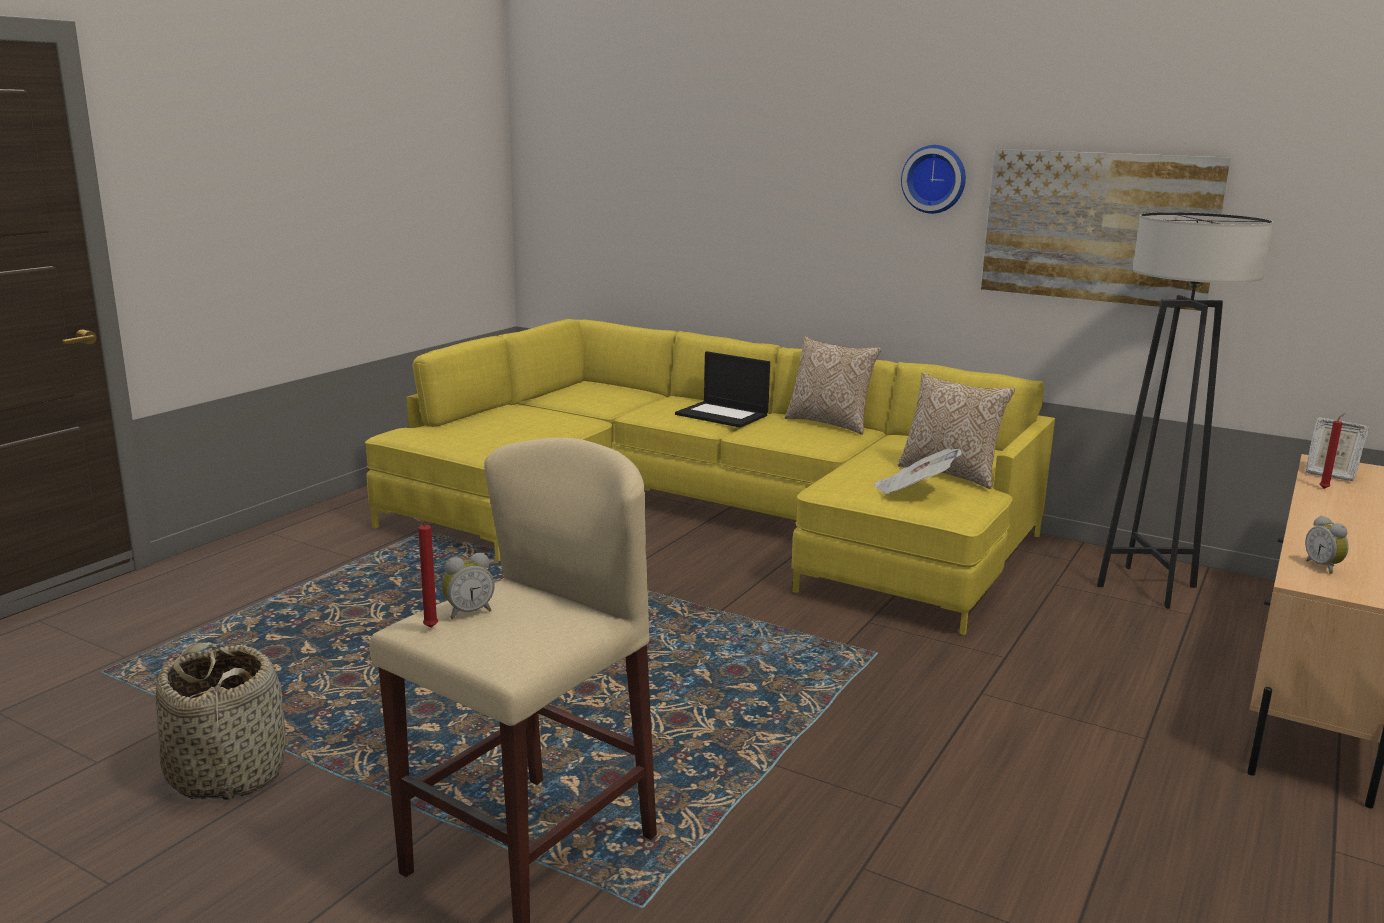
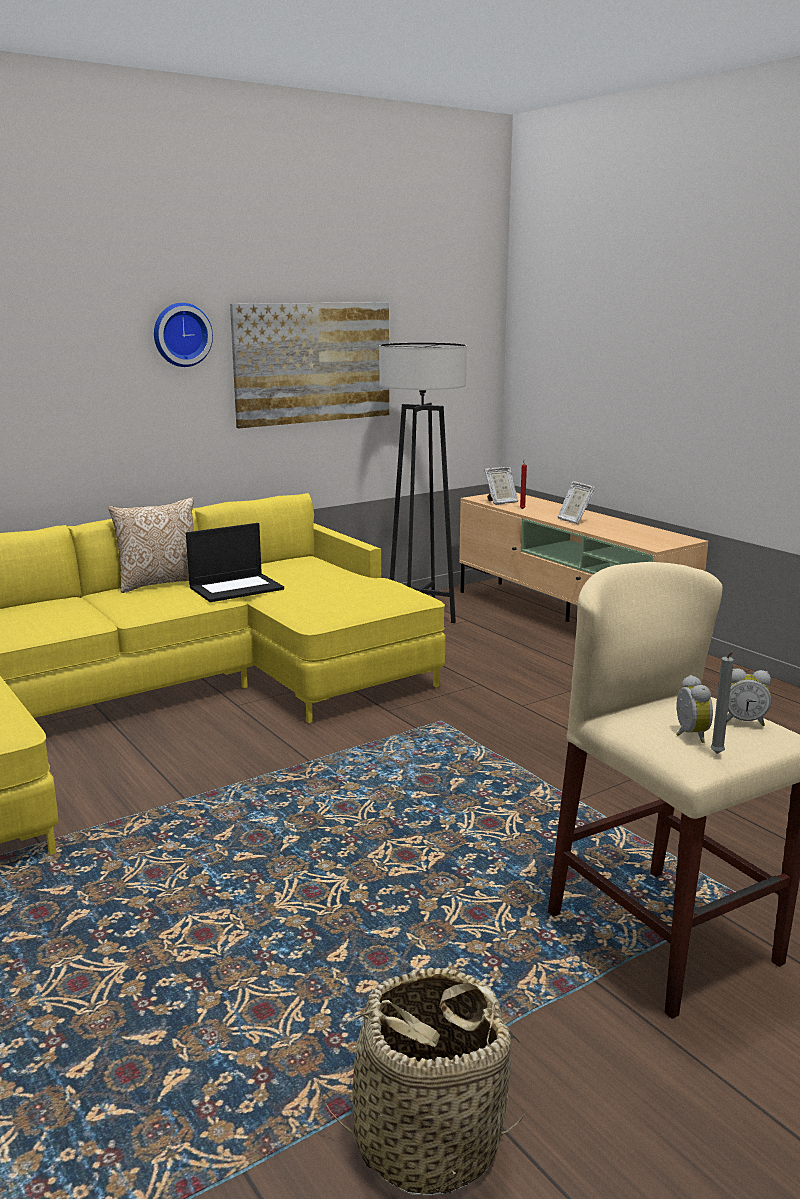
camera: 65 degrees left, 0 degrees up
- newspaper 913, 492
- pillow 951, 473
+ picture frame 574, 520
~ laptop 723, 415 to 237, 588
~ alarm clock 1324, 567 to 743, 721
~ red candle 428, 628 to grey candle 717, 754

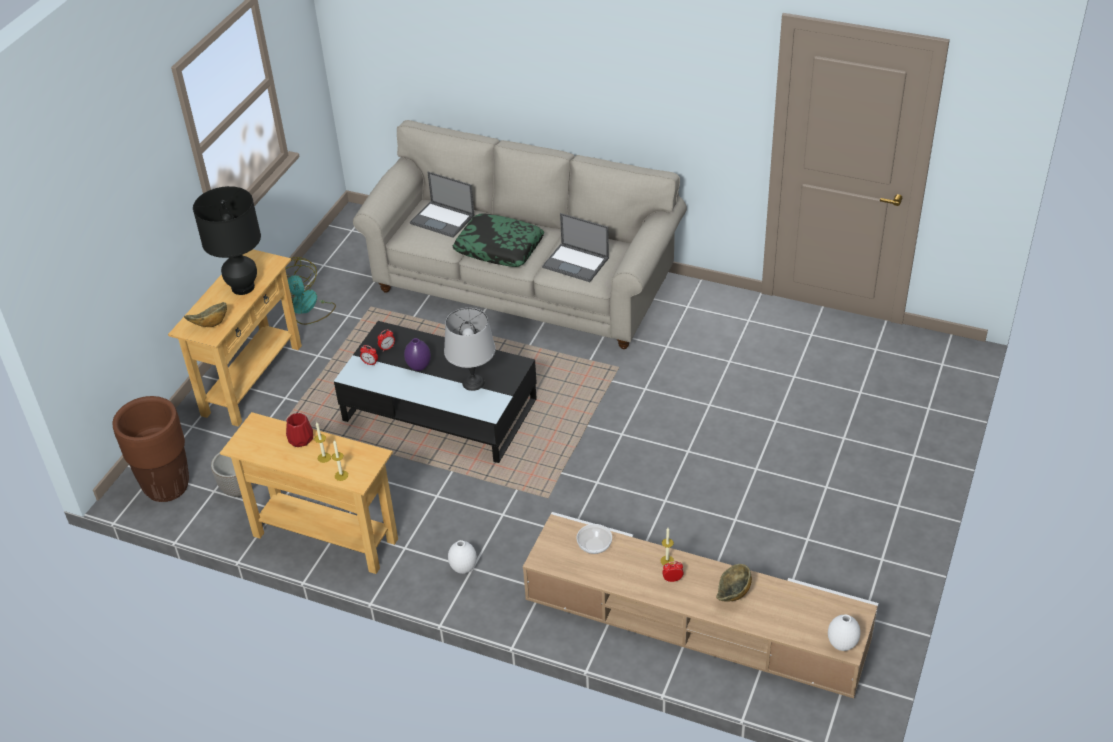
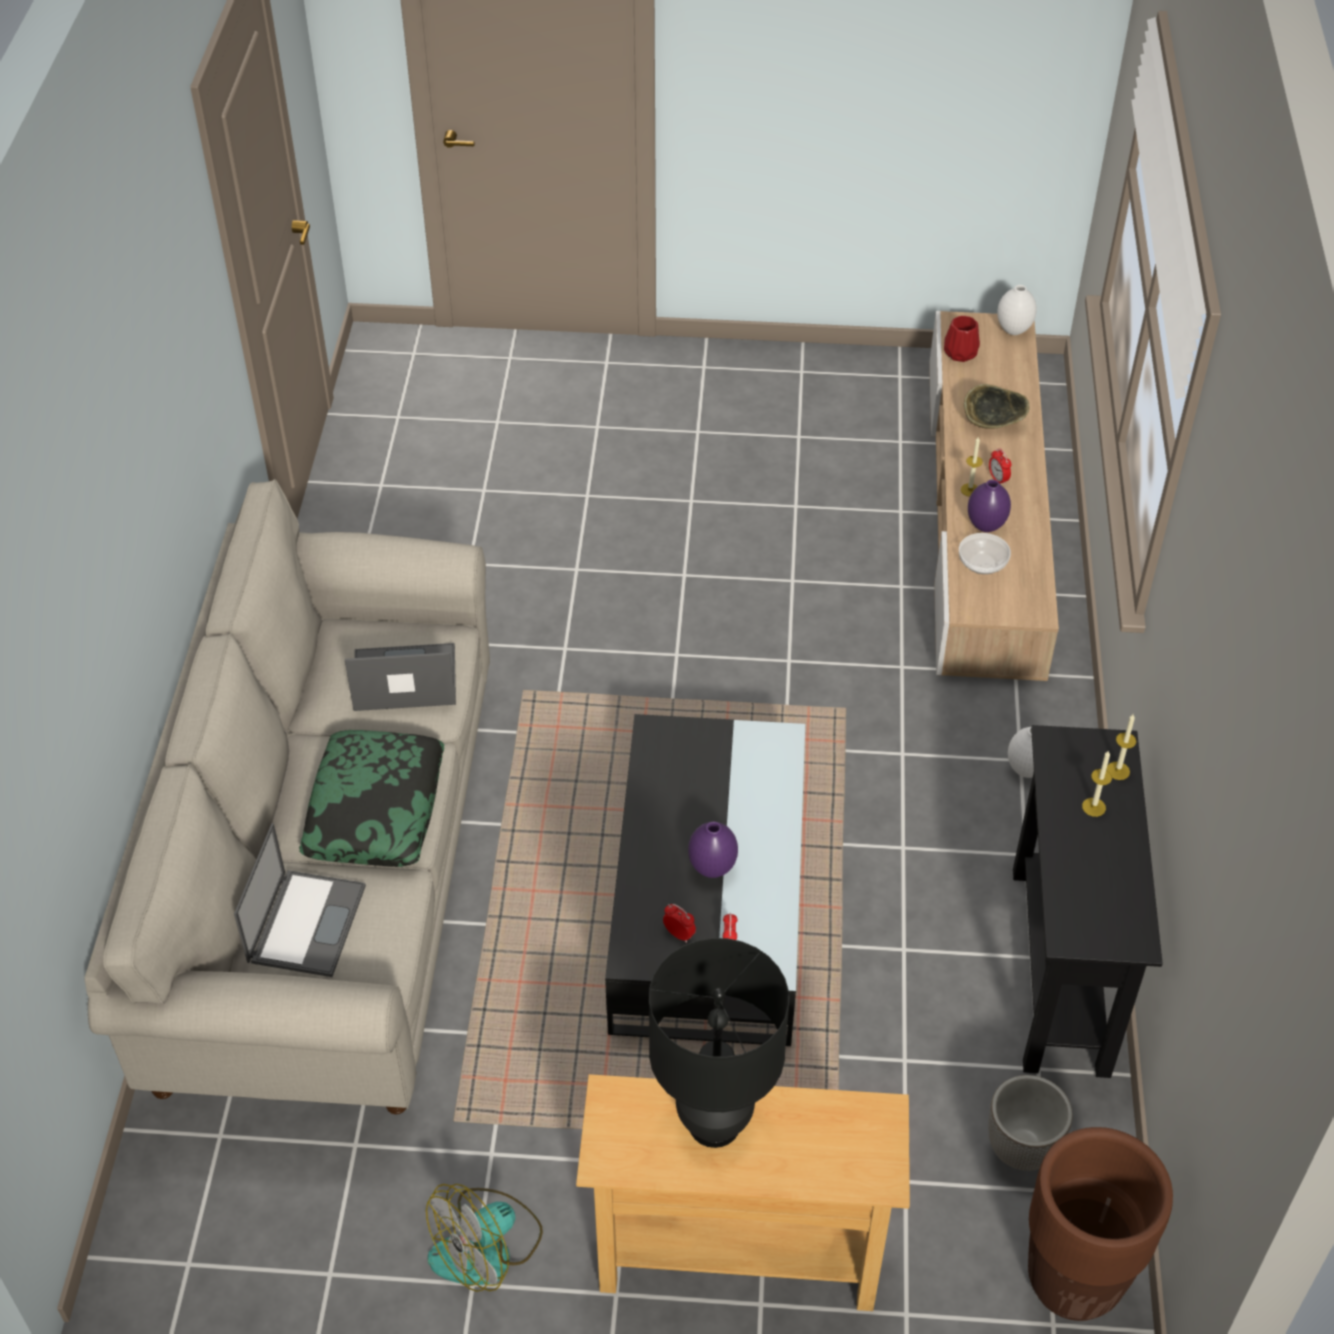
camera: 110 degrees left, 5 degrees up
- bowl 210, 324
- grey table lamp 473, 382
+ purple vase 986, 526
~ red vase 301, 440 to 961, 353
~ beige console table 325, 537 to black console table 1059, 969
~ laptop 576, 263 = 403, 679 105 degrees counterclockwise

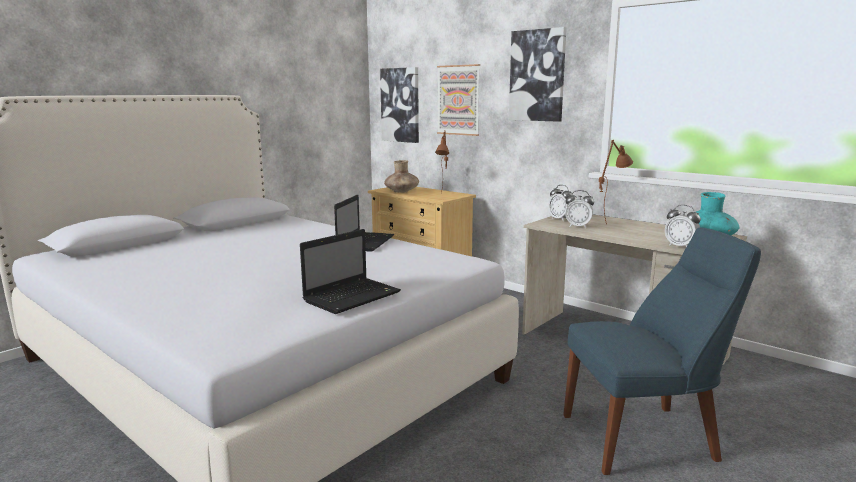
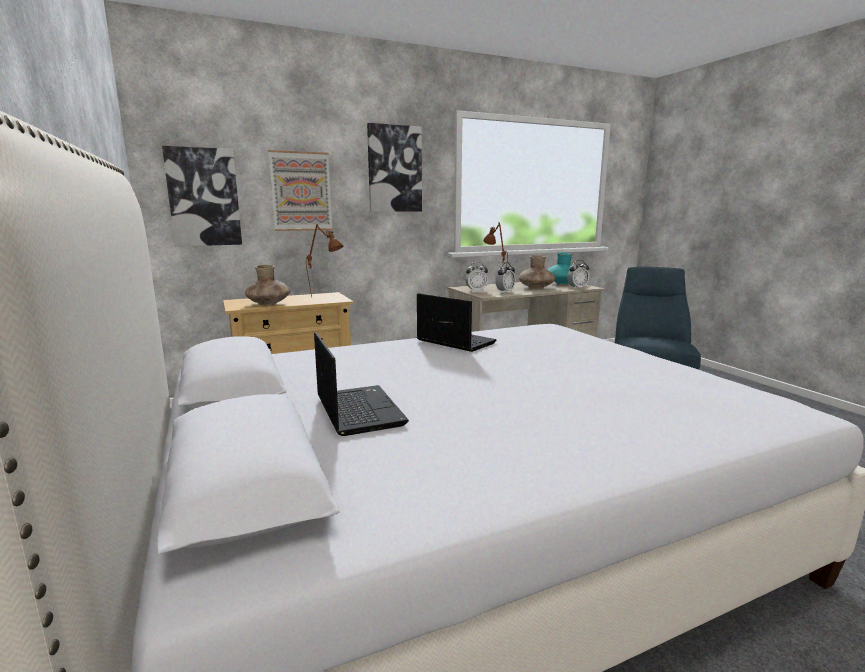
camera: 65 degrees left, 0 degrees up
+ brown vase 536, 287
~ laptop 353, 296 to 358, 410

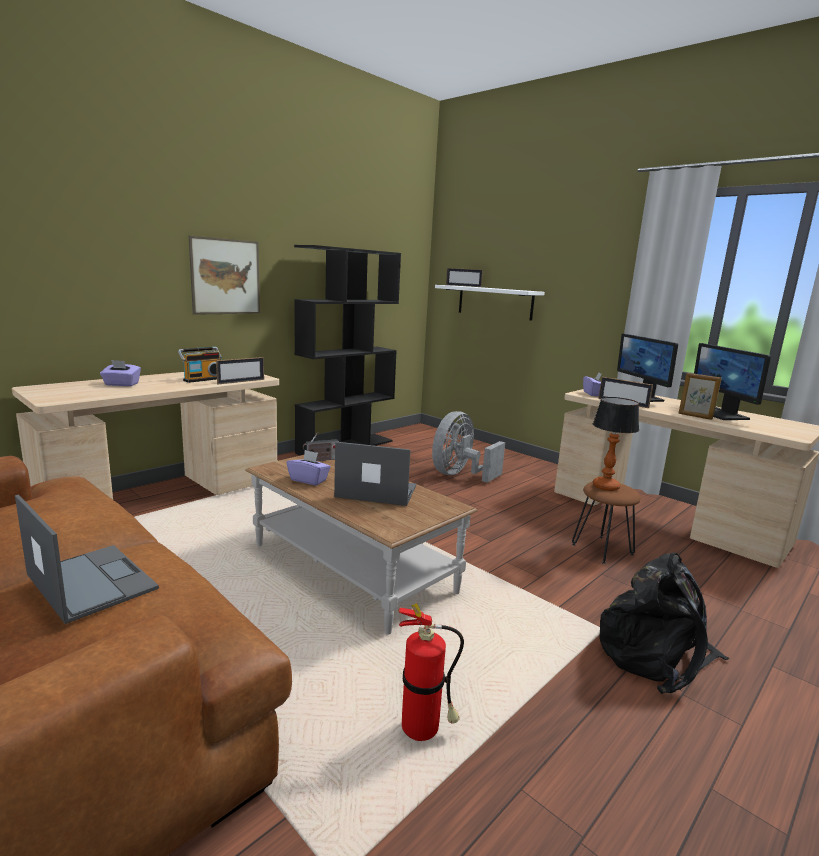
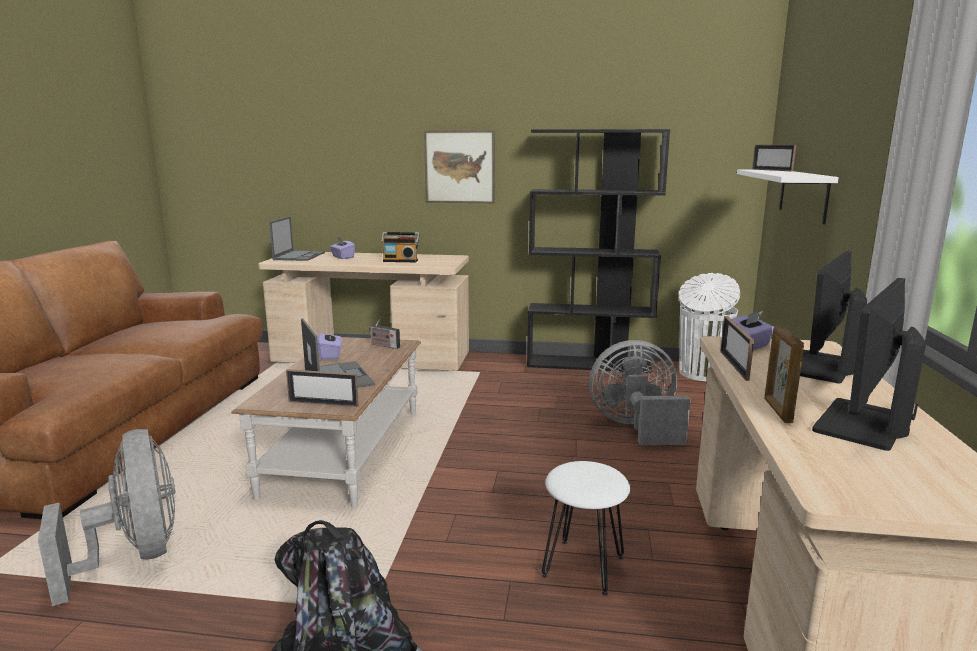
camera: 55 degrees right, 0 degrees up
- table lamp 606, 486
+ white trash can 701, 374
~ laptop 90, 581 to 299, 256
~ picture frame 241, 381 to 323, 403
~ fire extinguisher 424, 732 to grey fan 135, 556
~ brown stool 601, 549 to white stool 582, 566

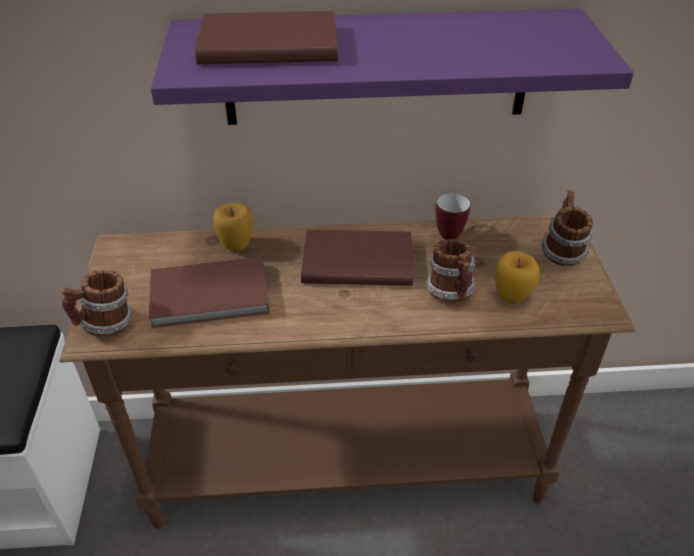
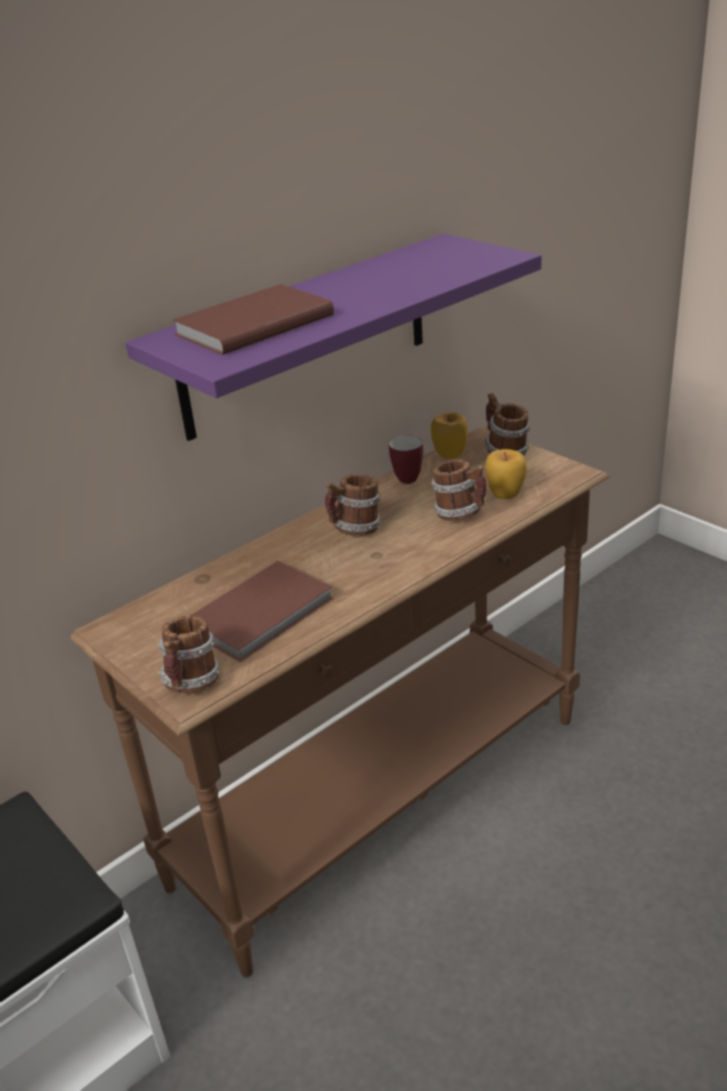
camera: 35 degrees left, 10 degrees down
~ apple 236, 244 to 450, 454
~ brown book 356, 260 to mug 355, 530

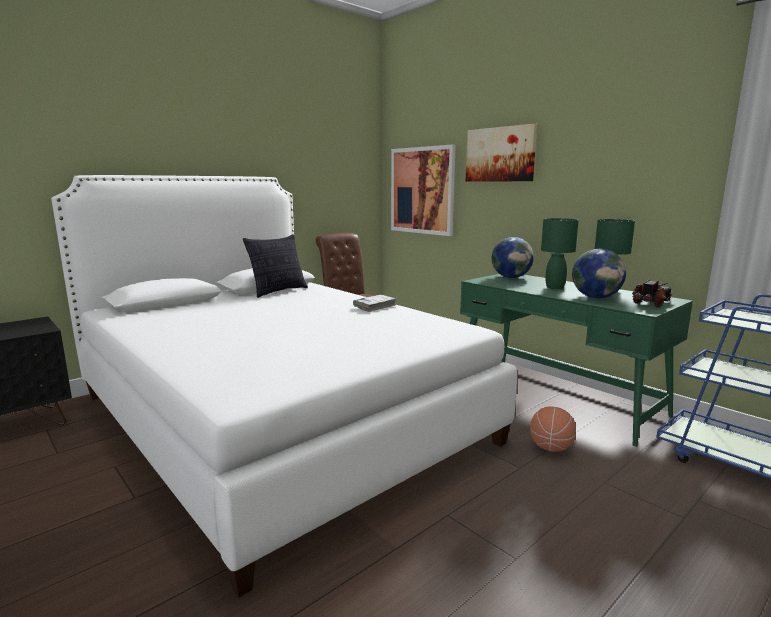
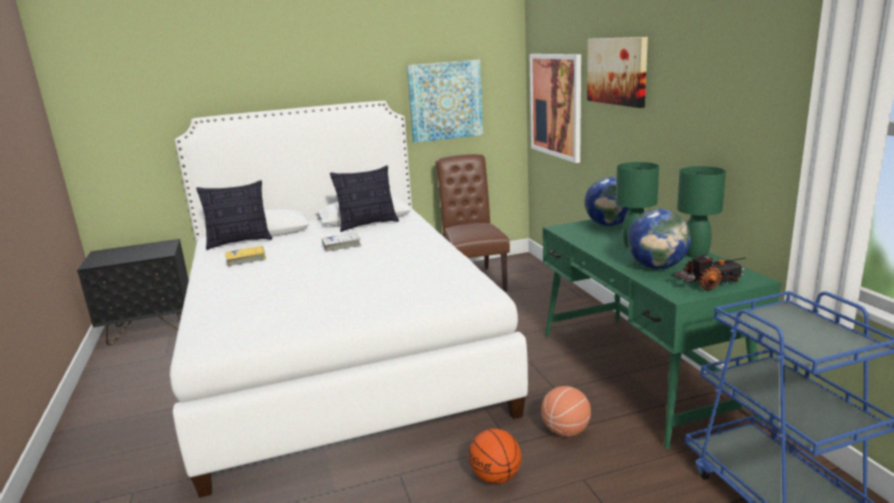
camera: 25 degrees right, 5 degrees up
+ pillow 239, 242
+ yellow book 246, 259
+ picture 445, 101
+ basketball 496, 477
~ white book 374, 307 to 341, 245

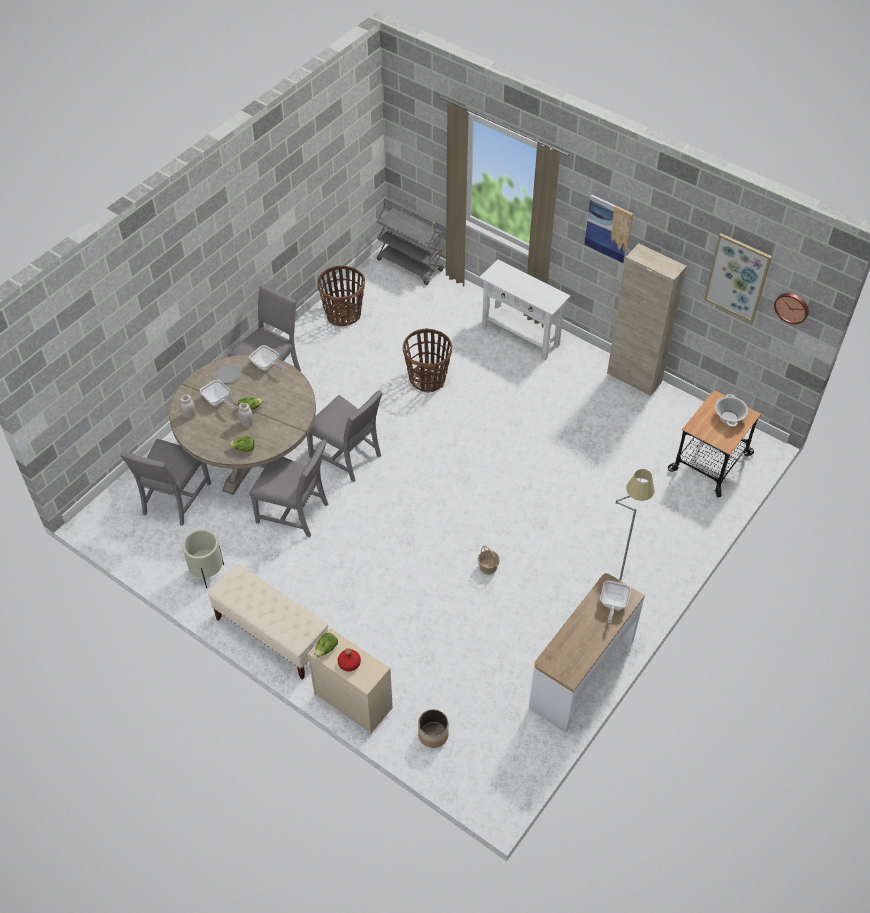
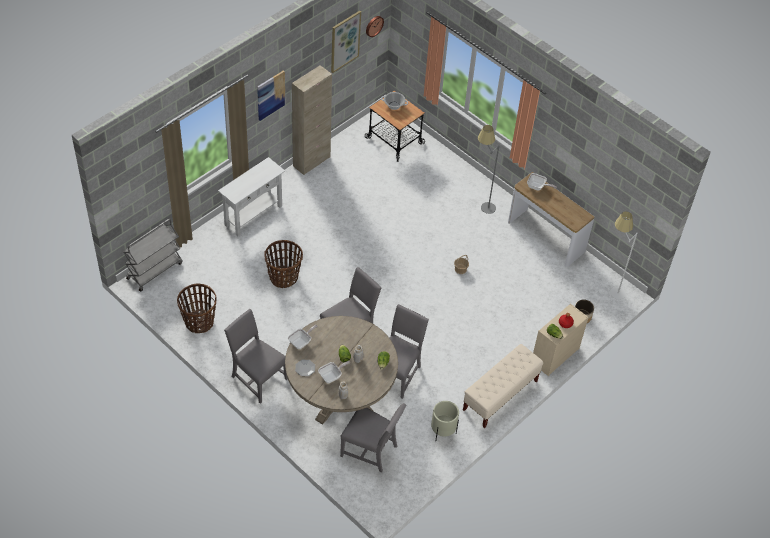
camera: 85 degrees left, 0 degrees up
+ white floor lamp 610, 290

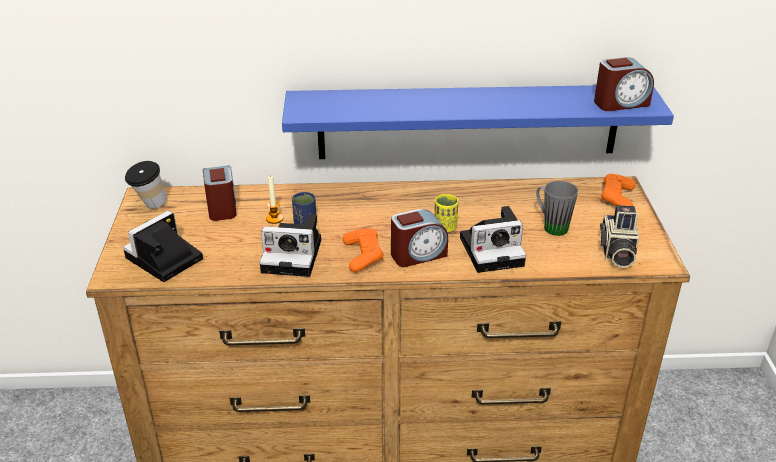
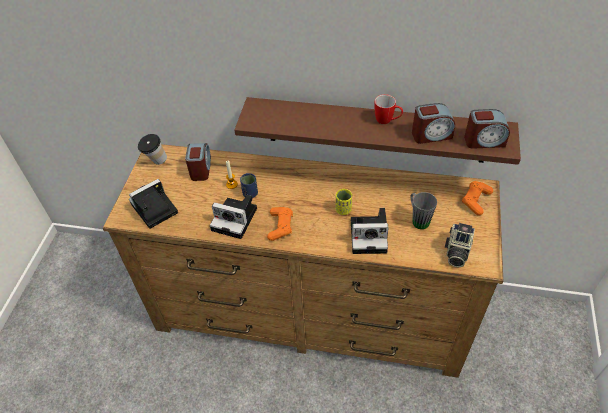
camera: 15 degrees right, 15 degrees up
+ mug 387, 121
~ alarm clock 418, 254 to 431, 135
~ blue shelf 468, 122 to brown shelf 376, 130

